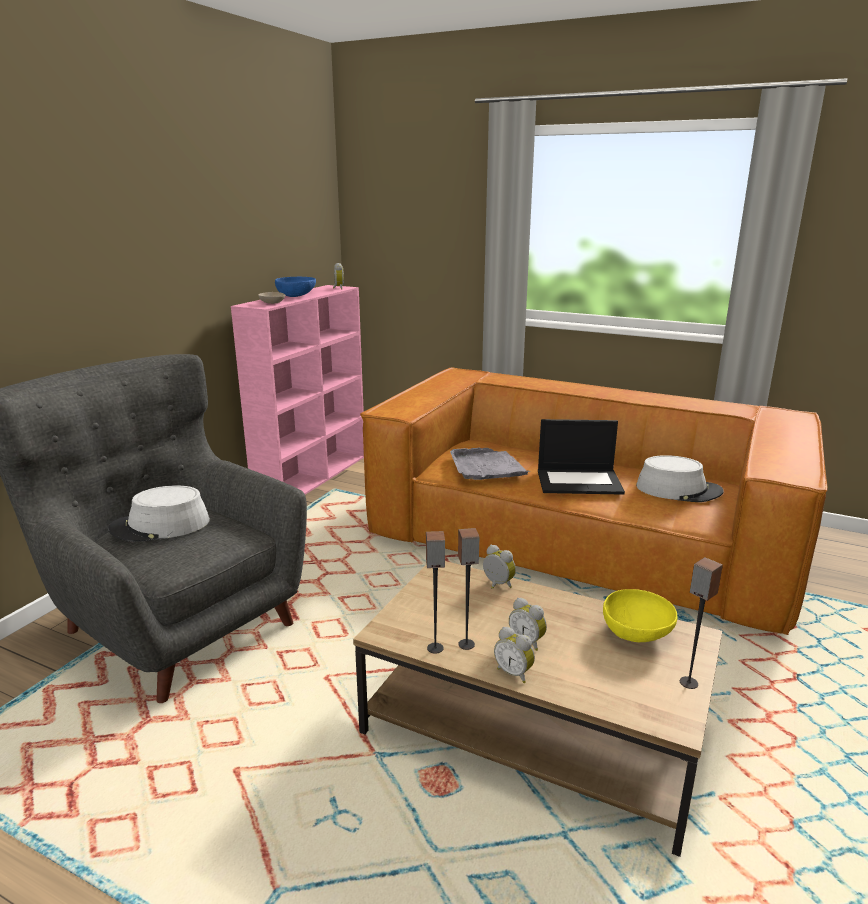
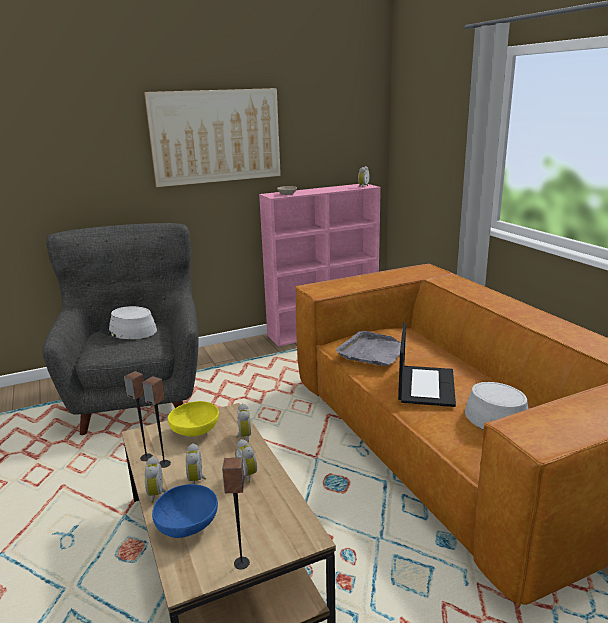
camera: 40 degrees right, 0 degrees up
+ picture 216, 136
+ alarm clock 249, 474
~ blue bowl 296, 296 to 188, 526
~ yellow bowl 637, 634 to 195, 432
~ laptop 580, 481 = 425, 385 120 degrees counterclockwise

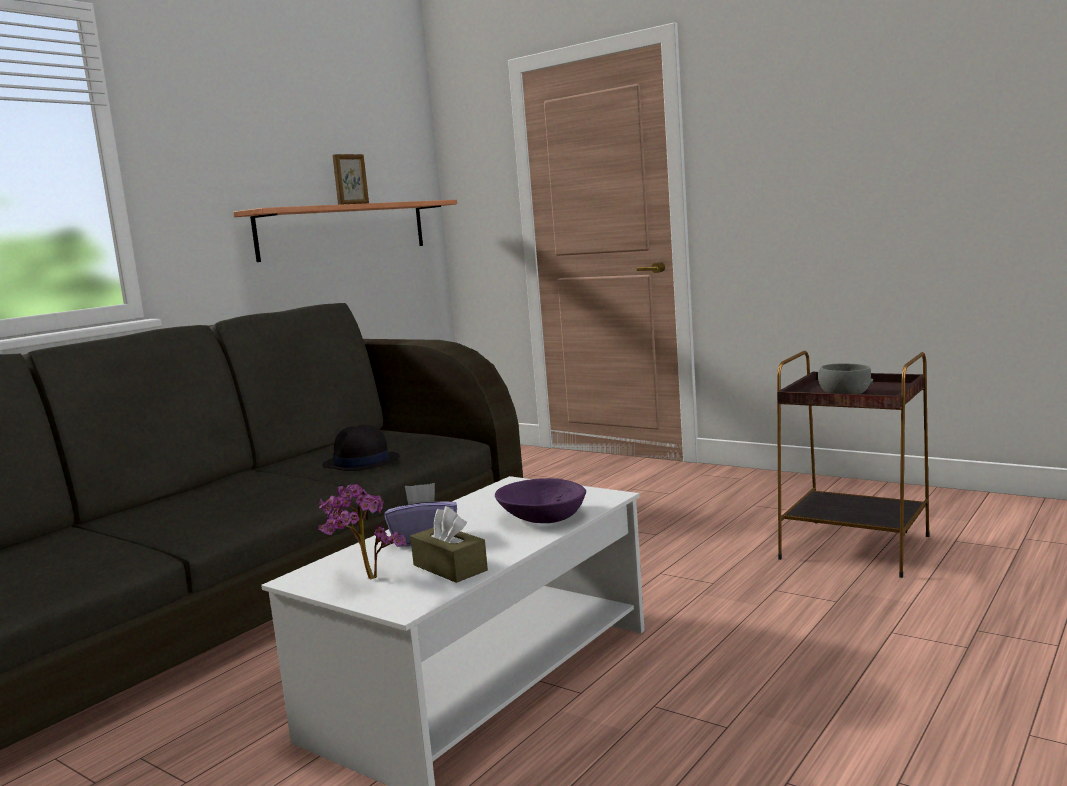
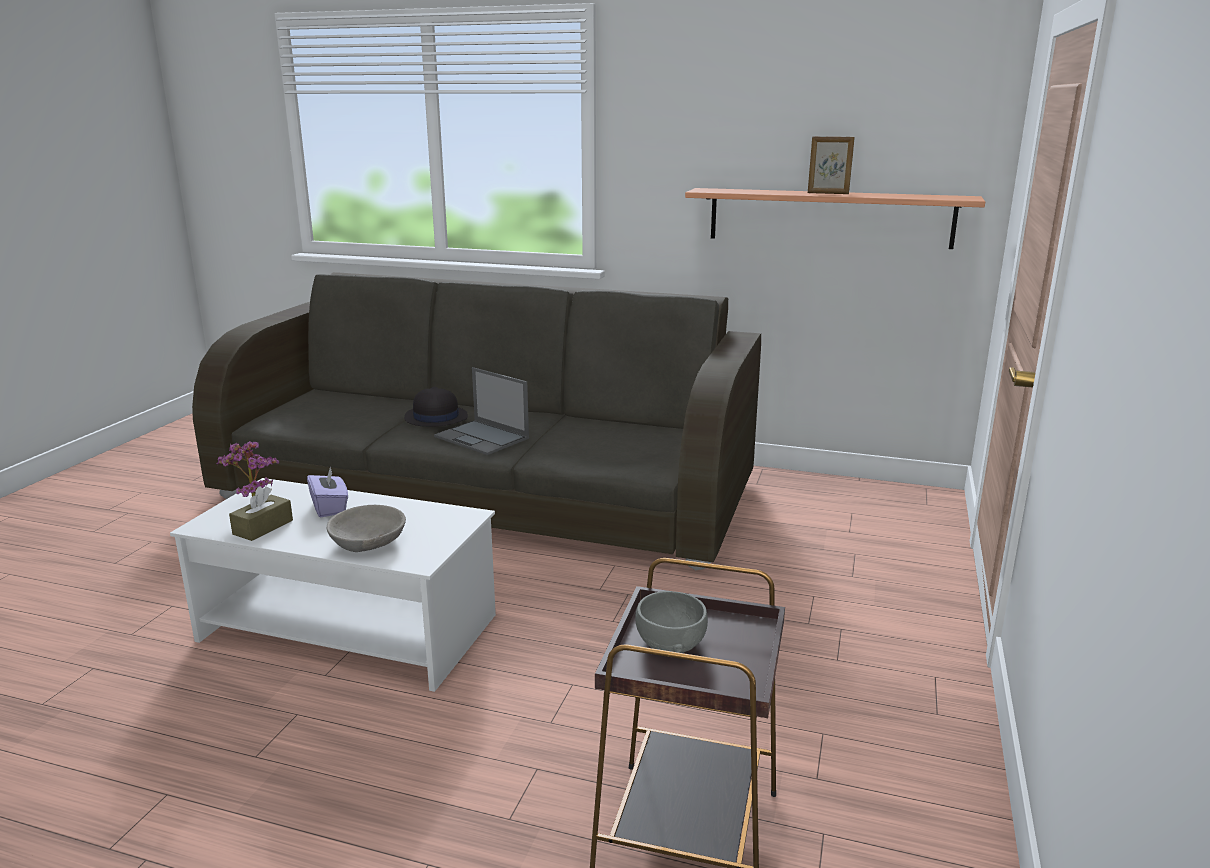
camera: 70 degrees right, 10 degrees up
+ laptop 482, 438
~ black hat 361, 463 to 435, 417
~ purple bowl 542, 517 to grey bowl 368, 542

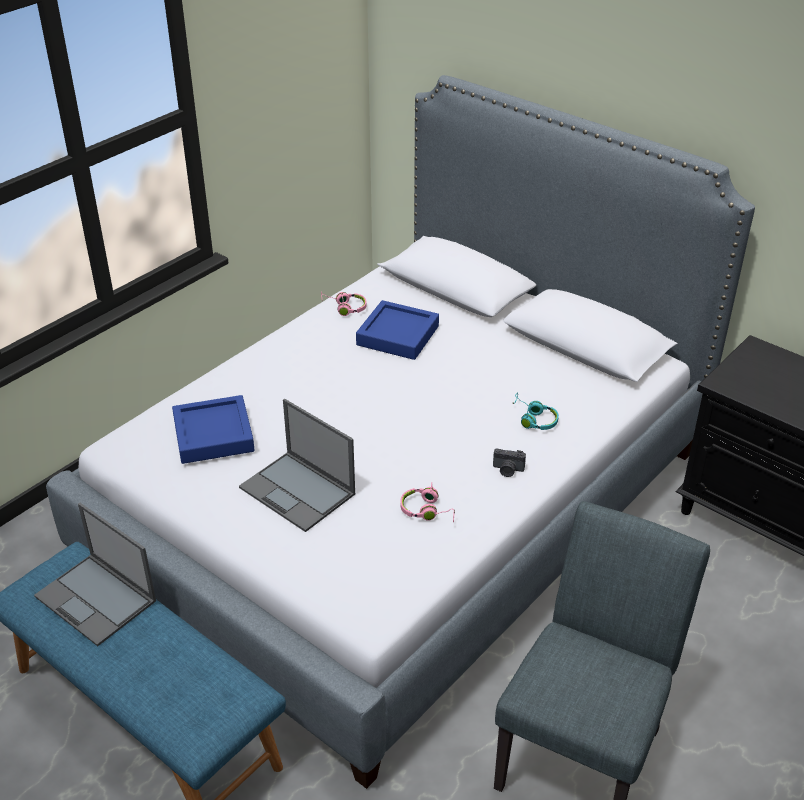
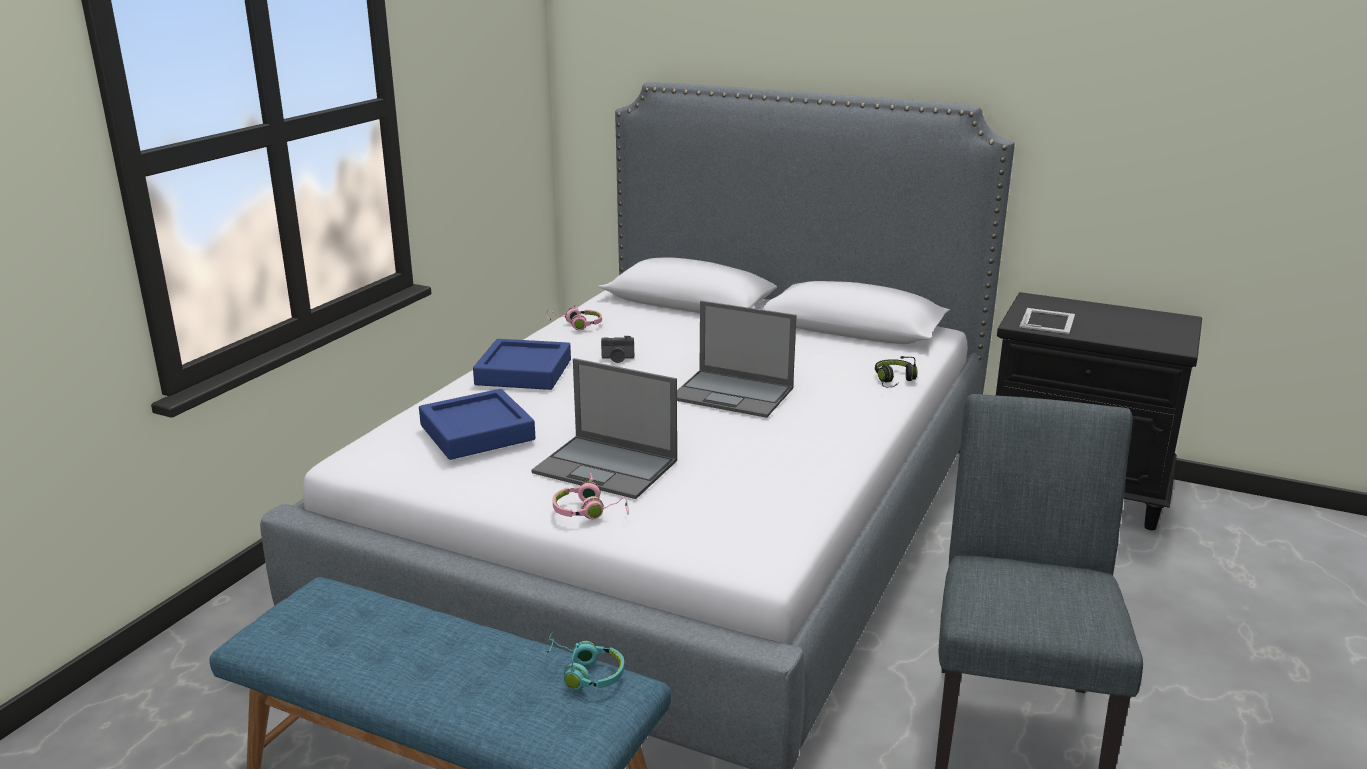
camera: 15 degrees left, 15 degrees down
+ black headphones 894, 380
+ picture frame 1048, 321
~ laptop 97, 599 to 734, 394
~ blue tray 397, 335 to 523, 372
~ pink headphones 427, 511 to 589, 511
~ photo camera 507, 470 to 617, 359
~ turquoise headphones 533, 419 to 584, 672

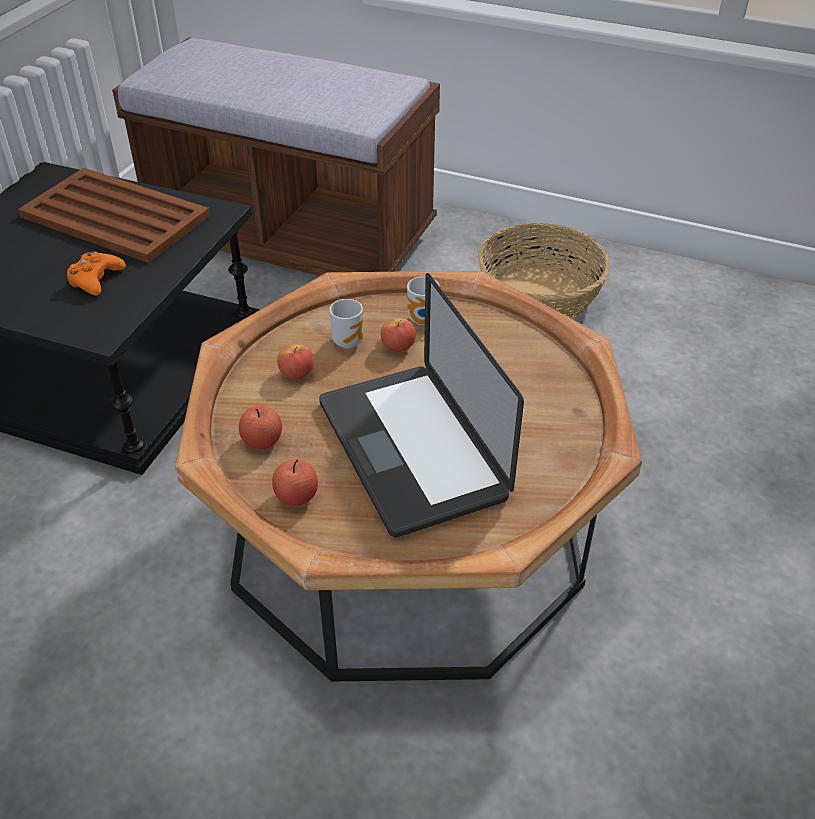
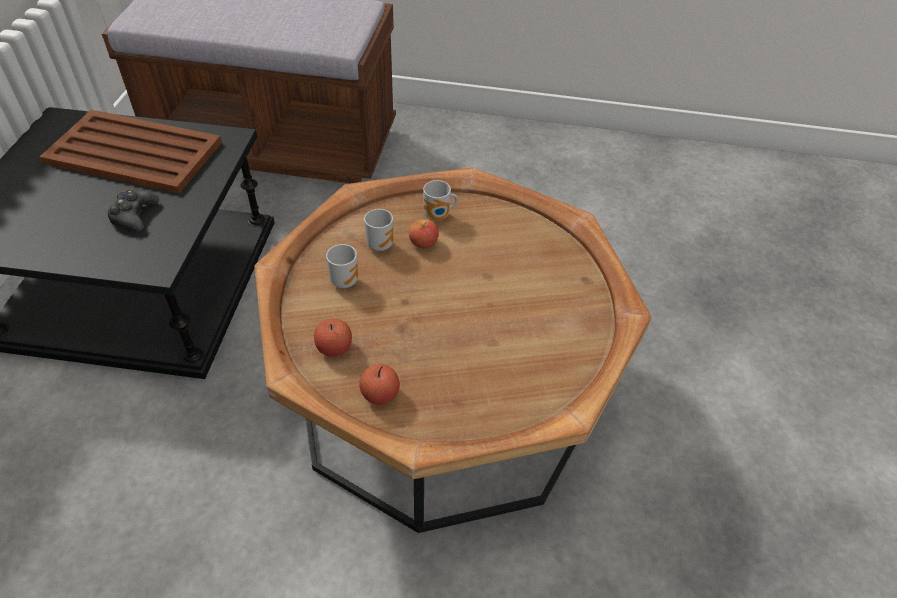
camera: 15 degrees left, 5 degrees up
- laptop 411, 449
- basket 540, 296
~ apple 296, 373 to mug 345, 280
~ orange game controller 96, 279 to black game controller 134, 215

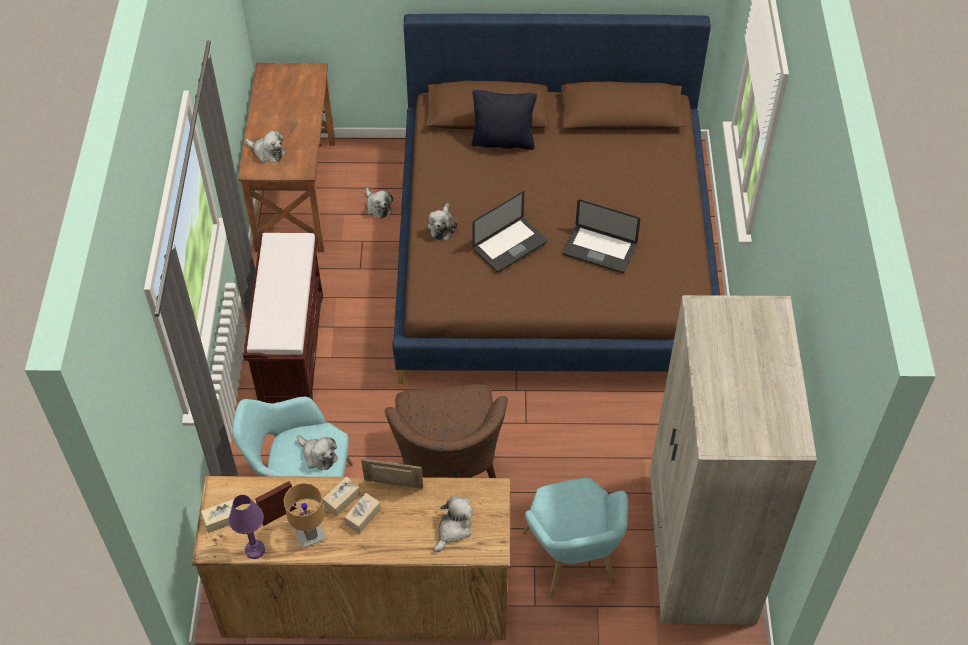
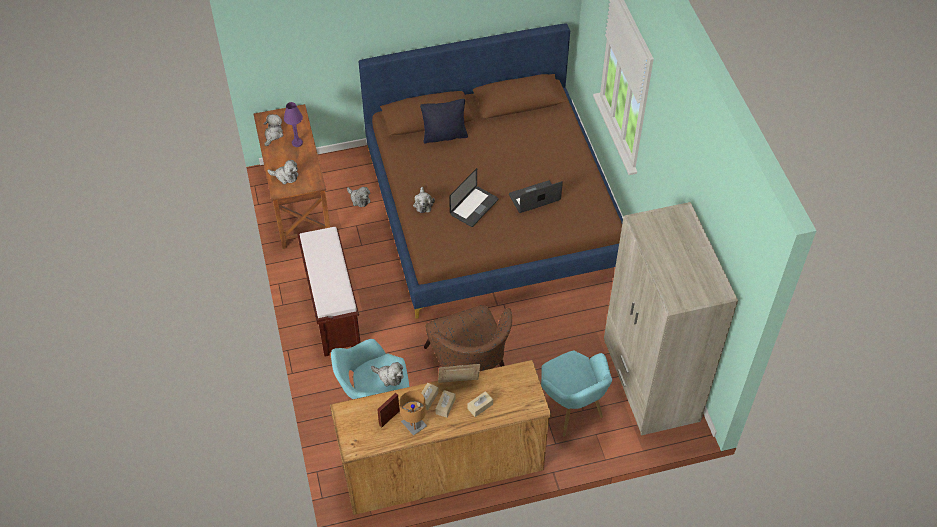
camera: 15 degrees left, 0 degrees up
~ beige tissue box 222, 519 to 480, 406
~ purple table lamp 255, 550 to 297, 143
~ plush toy 453, 529 to 273, 134
~ laptop 599, 250 = 534, 198 150 degrees clockwise

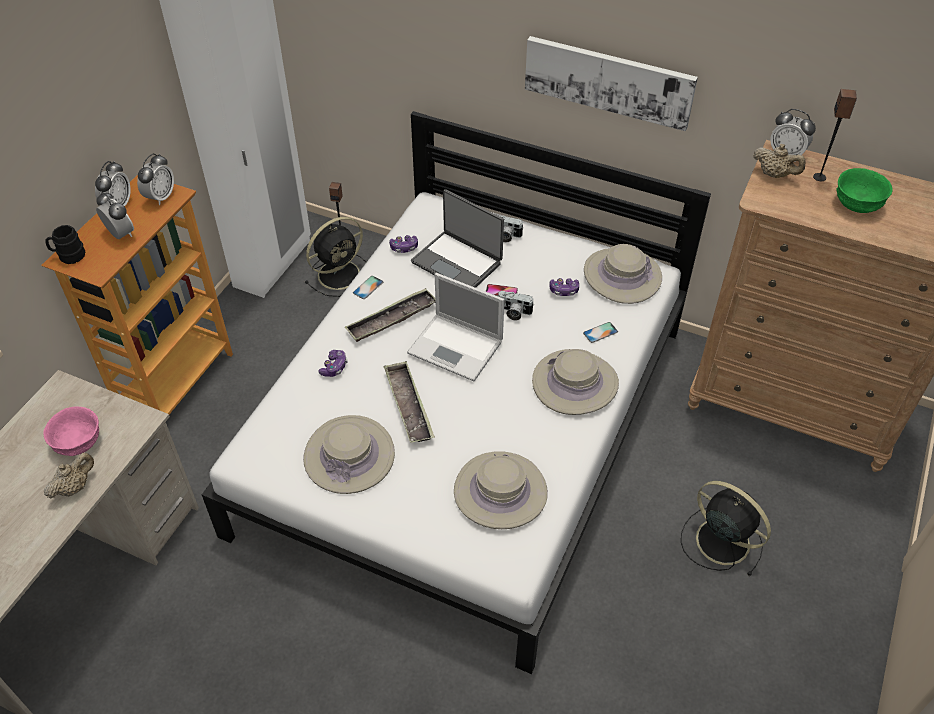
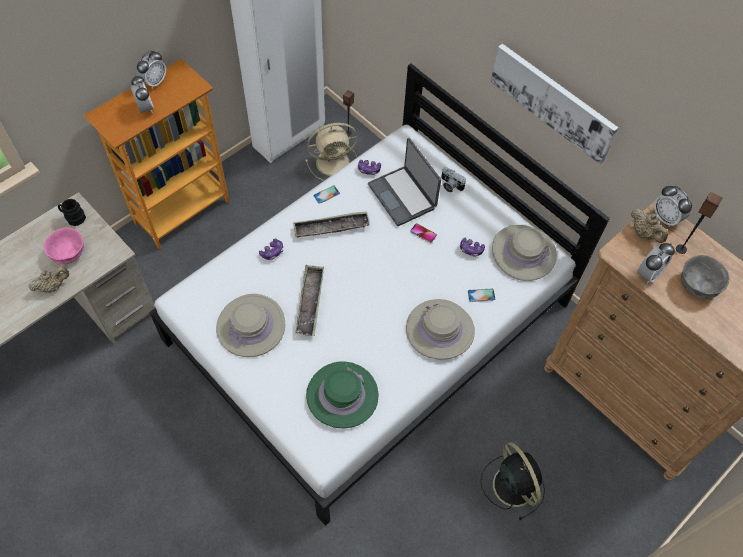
camera: 20 degrees right, 10 degrees up
- laptop 457, 347
- photo camera 513, 312
~ black mug 69, 256 to 73, 218
~ alarm clock 160, 197 to 648, 274
~ black fan 340, 274 to beige fan 334, 162
~ beige hat 500, 492 to green hat 342, 395
~ green bowl 858, 204 to grey bowl 698, 286

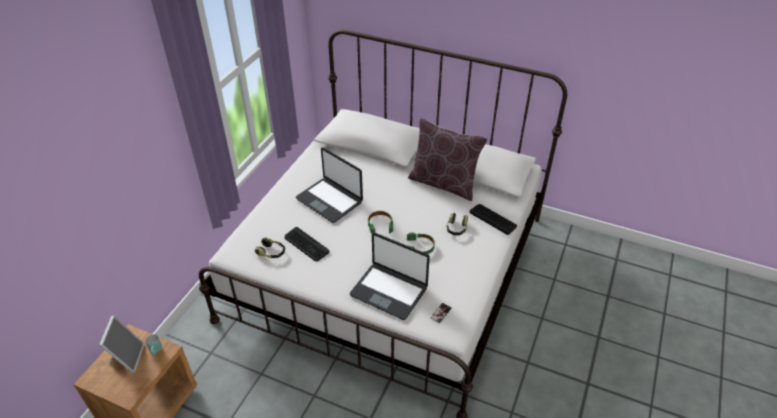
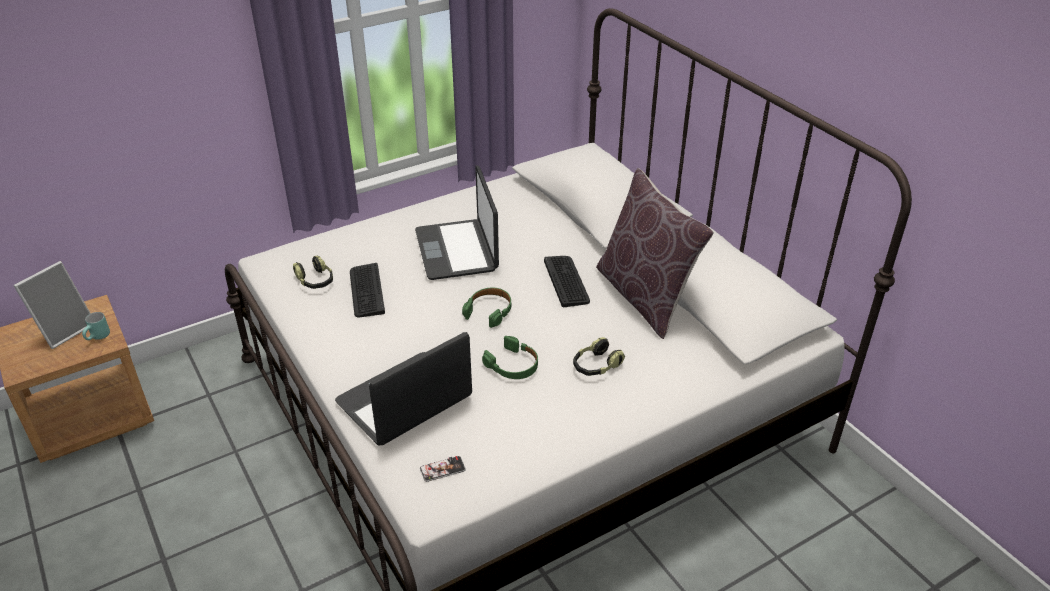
camera: 35 degrees right, 5 degrees down
~ keyboard 493, 219 to 566, 281
~ laptop 389, 291 = 405, 401 75 degrees clockwise

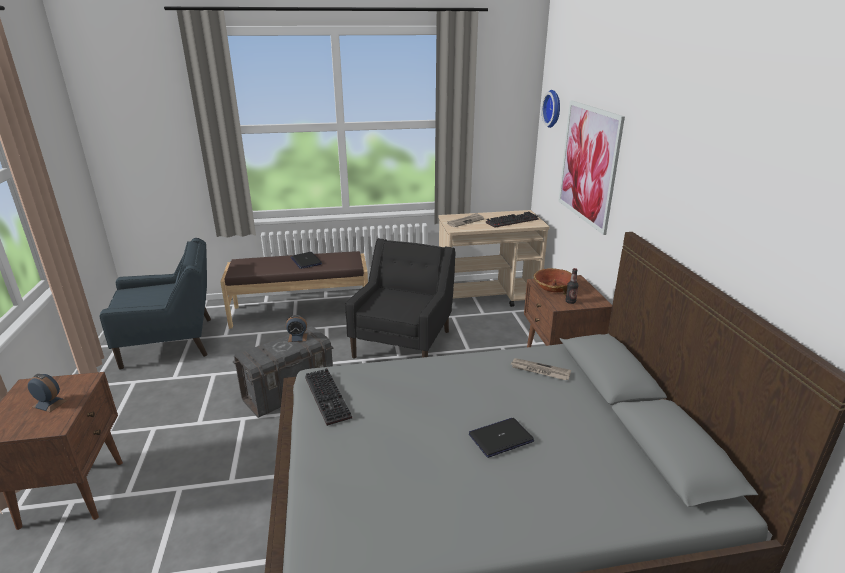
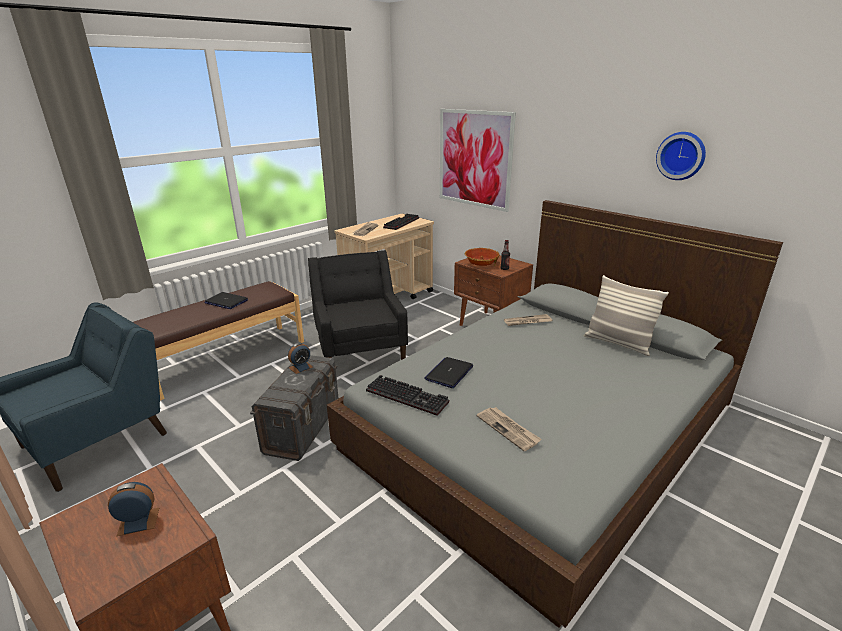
camera: 35 degrees left, 0 degrees up
+ newspaper 508, 429
+ pillow 618, 343
~ laptop 501, 438 to 449, 373
~ wall clock 554, 108 to 681, 155

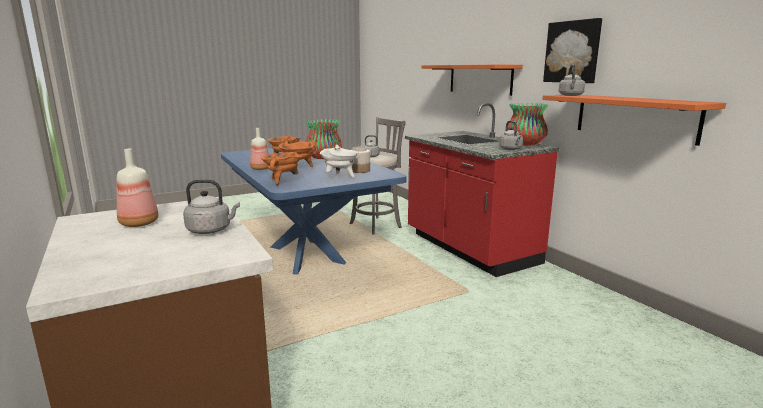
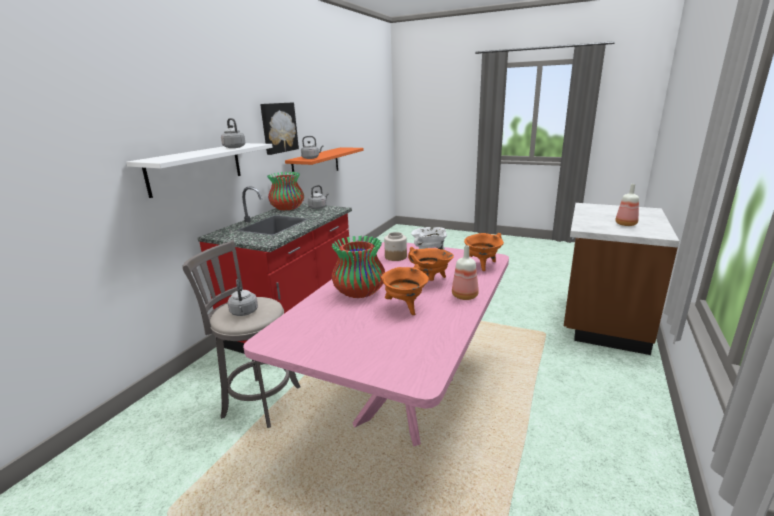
camera: 125 degrees left, 5 degrees up
~ grey kettle 211, 230 to 233, 147
~ blue dining table 306, 255 to pink dining table 404, 400
~ orange shelf 480, 79 to white shelf 196, 168

